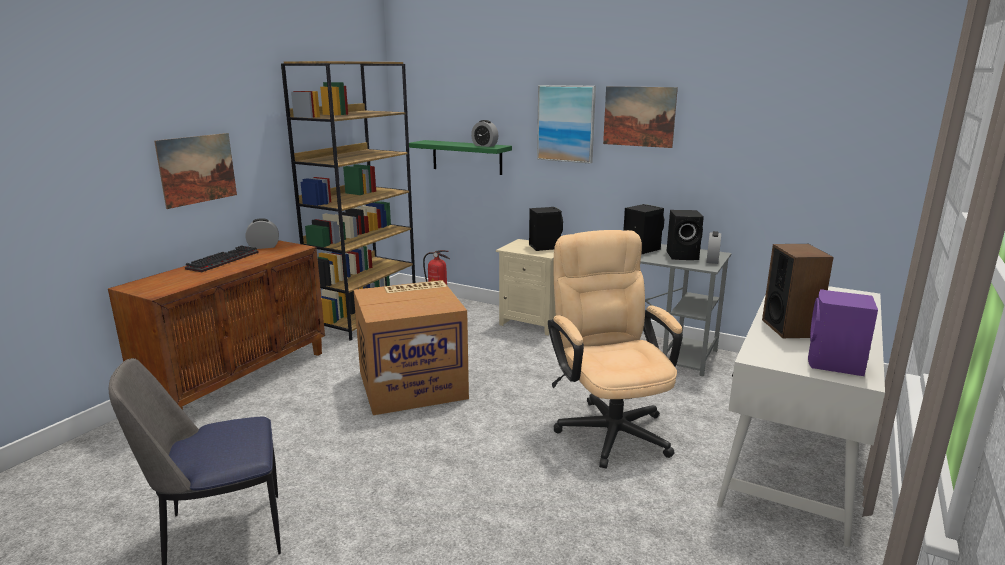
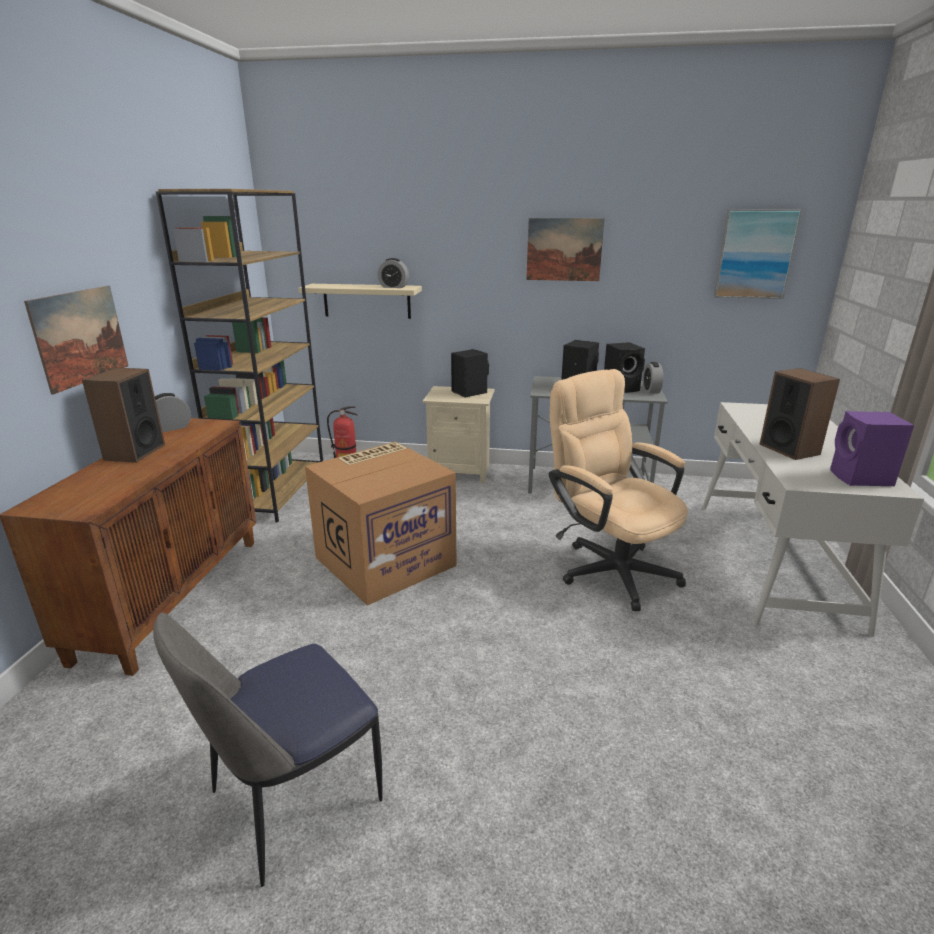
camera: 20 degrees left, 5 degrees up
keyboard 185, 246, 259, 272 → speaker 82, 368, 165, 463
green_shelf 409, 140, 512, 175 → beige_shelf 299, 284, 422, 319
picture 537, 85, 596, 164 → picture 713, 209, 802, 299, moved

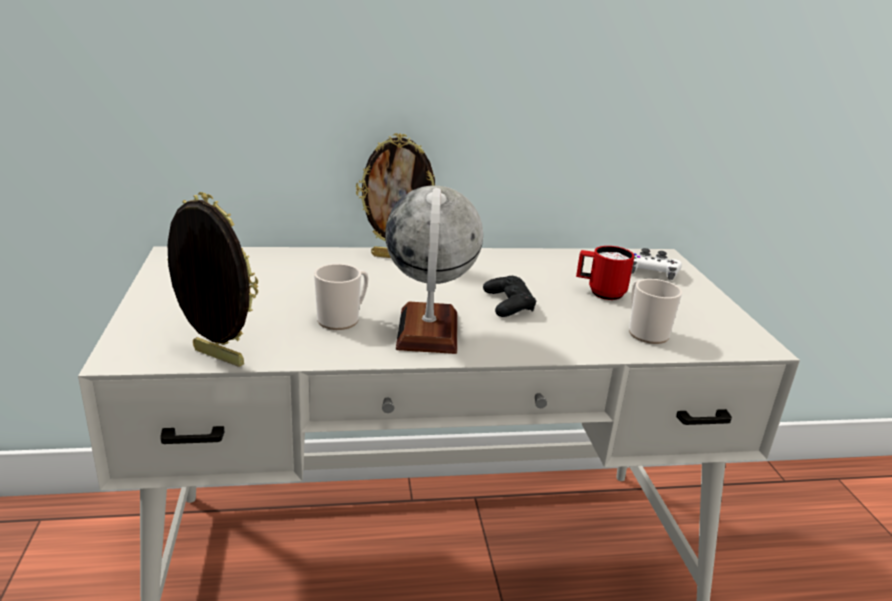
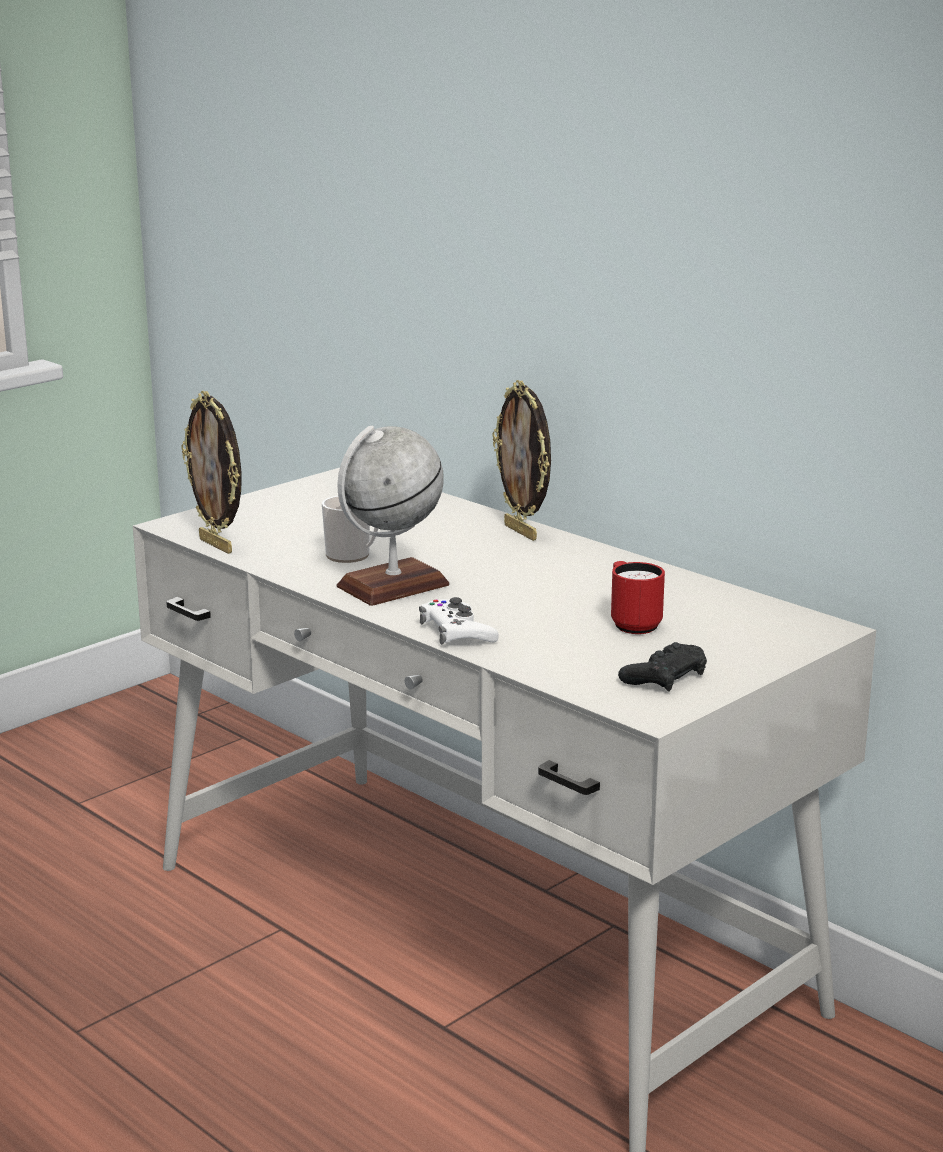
camera: 55 degrees right, 5 degrees down
picture_frame 167, 192, 258, 367 → picture_frame 181, 391, 242, 554, 150 degrees clockwise
black_game_controller 483, 276, 536, 317 → black_game_controller 618, 642, 707, 692, moved
mug 629, 279, 682, 344 → -
white_game_controller 631, 248, 682, 280 → white_game_controller 419, 597, 498, 645, moved

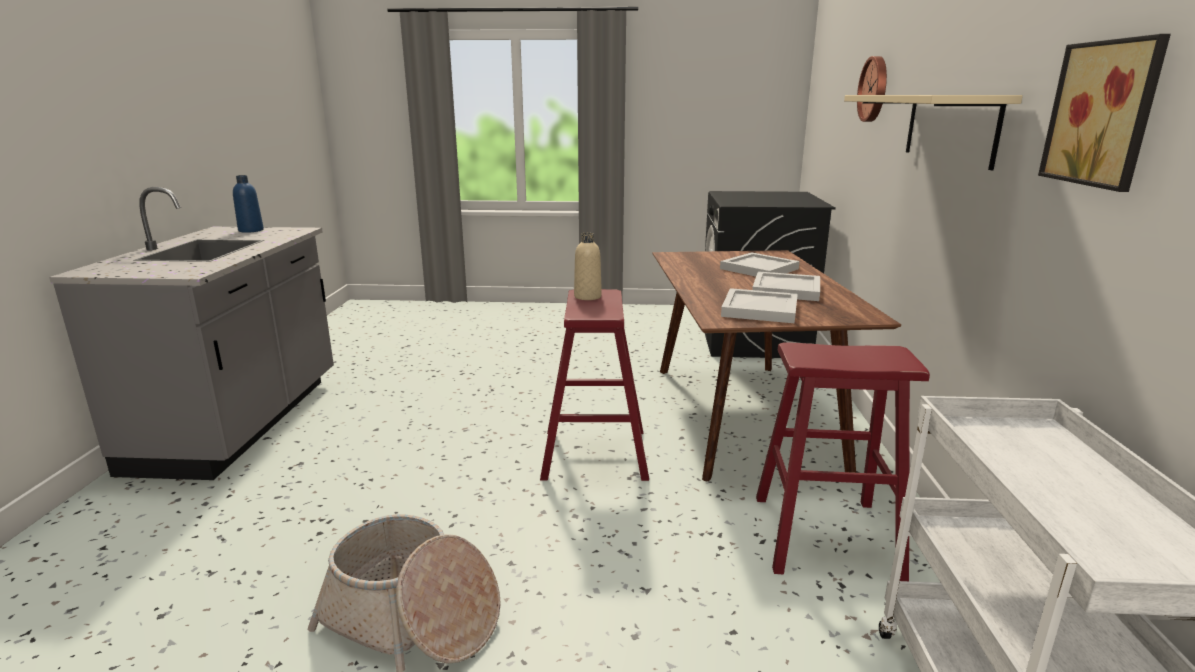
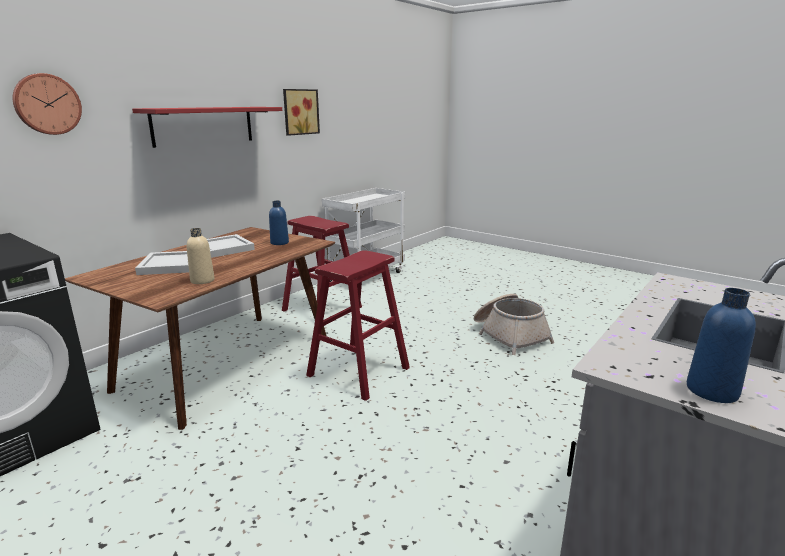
camera: 145 degrees left, 0 degrees up
beige_bottle 574, 232, 602, 300 → beige_bottle 187, 228, 214, 284, moved
white_tray 721, 288, 798, 324 → blue_bottle 269, 201, 289, 245
beige_shelf 844, 95, 1023, 170 → red_shelf 132, 107, 282, 148

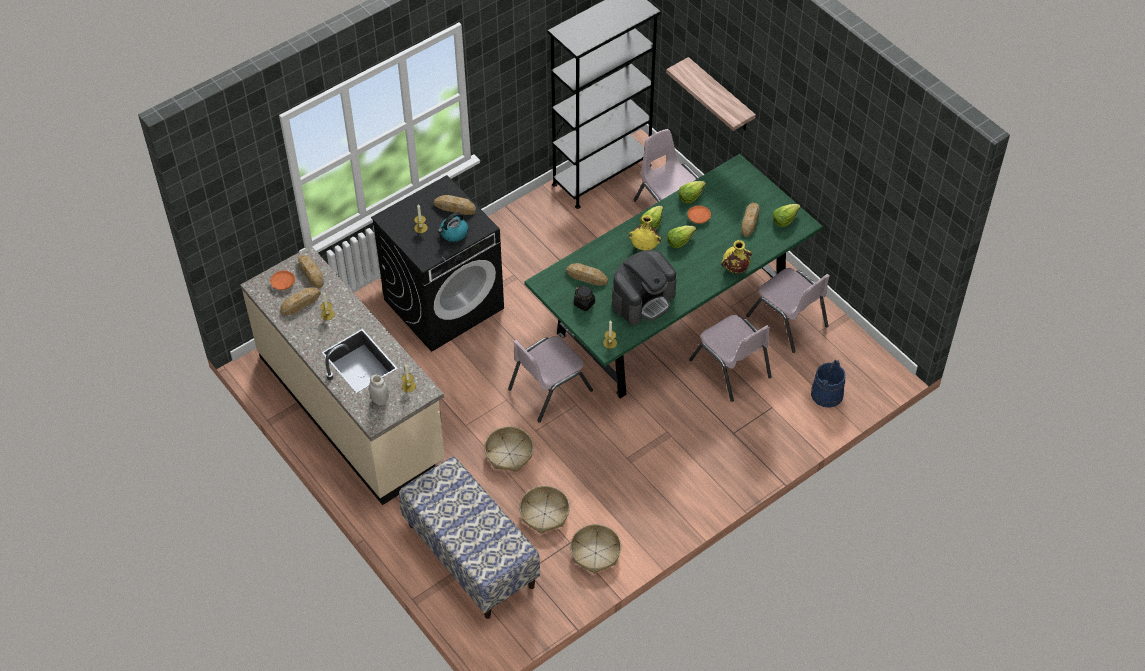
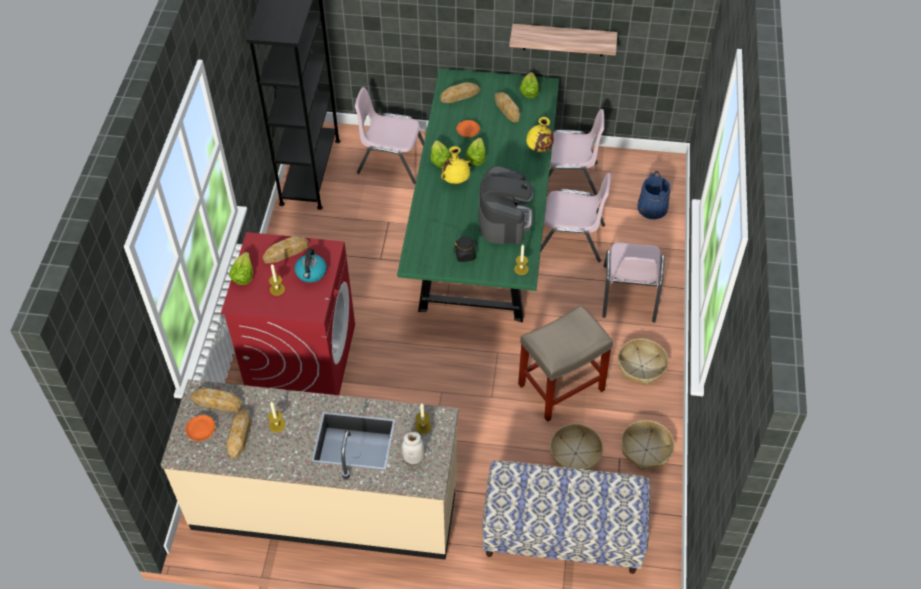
camera: 45 degrees left, 0 degrees up
black_washing_machine 371, 175, 504, 352 → red_washing_machine 221, 232, 355, 395
basket 484, 426, 534, 472 → basket 618, 338, 668, 386, moved
pink_chair 508, 336, 593, 422 → pink_chair 602, 242, 665, 323, moved
bread 566, 263, 608, 286 → bread 440, 82, 480, 103, moved
shelf 666, 57, 756, 131 → shelf 509, 24, 618, 56, moved
lettuce 678, 181, 706, 204 → lettuce 229, 252, 253, 285, moved
- → beige_stool 518, 305, 613, 422

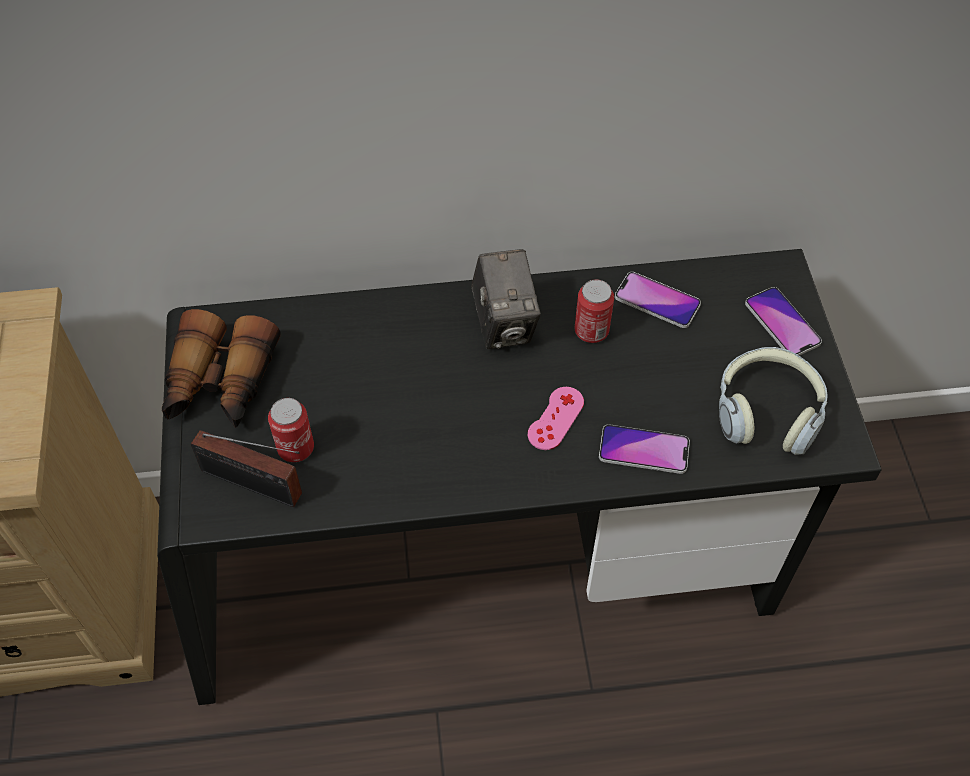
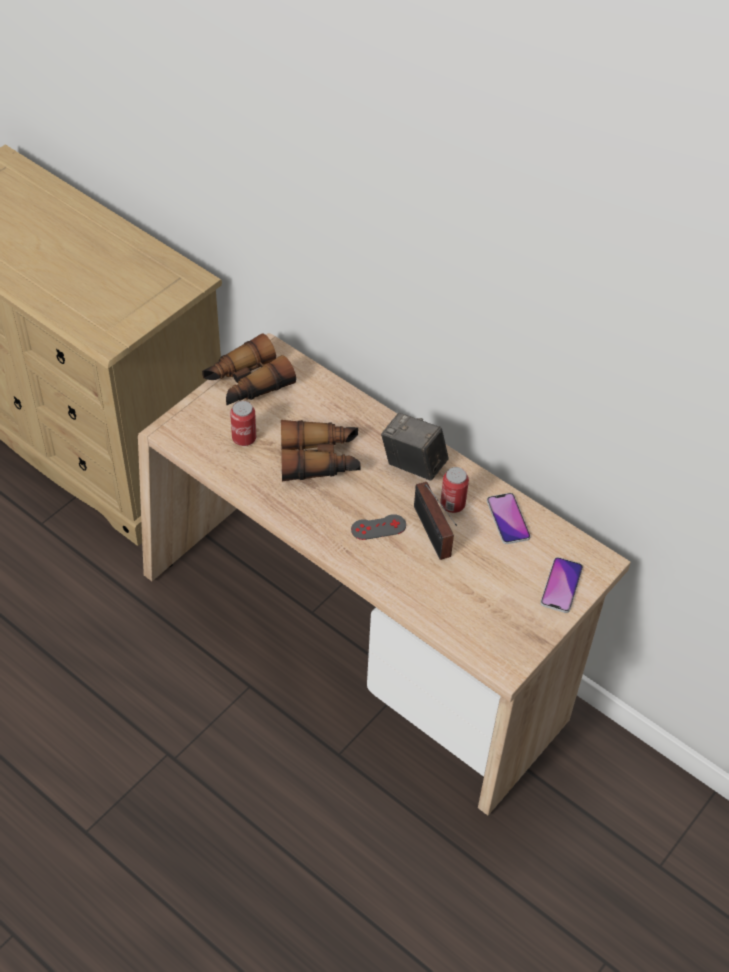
camera: 45 degrees right, 5 degrees down
black_desk 157, 249, 882, 705 → beige_desk 138, 333, 631, 815
radio 191, 430, 302, 507 → radio 414, 482, 457, 560, moved
photo_camera 471, 249, 541, 349 → photo_camera 381, 413, 449, 481, 90 degrees clockwise
pink_game_controller 528, 387, 584, 450 → grey_game_controller 351, 514, 406, 540
phone 599, 424, 690, 474 → -
headphones 719, 347, 828, 455 → -
- → binoculars 281, 420, 361, 481

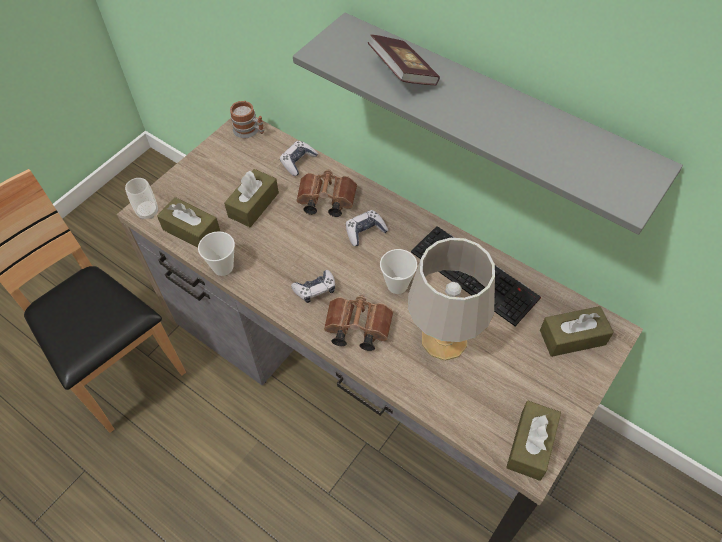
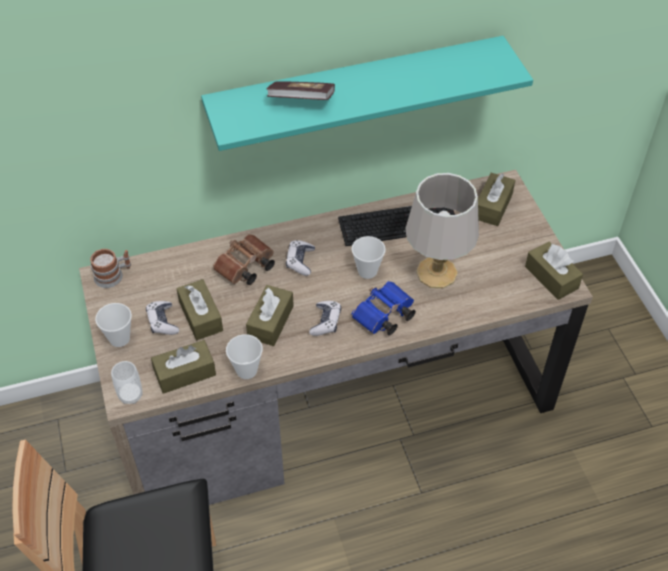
camera: 55 degrees left, 5 degrees down
game_controller 280, 141, 318, 176 → game_controller 146, 301, 179, 335, moved
grey_shelf 293, 13, 683, 235 → turquoise_shelf 201, 36, 533, 151
brown_binoculars 324, 295, 393, 351 → blue_binoculars 351, 281, 416, 336
- → cup 95, 303, 132, 347
- → brown_tissue_box 246, 285, 294, 346

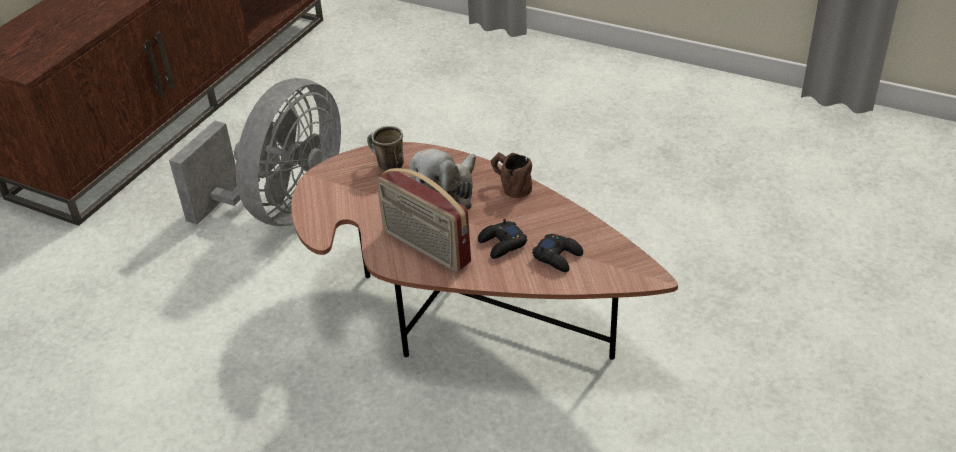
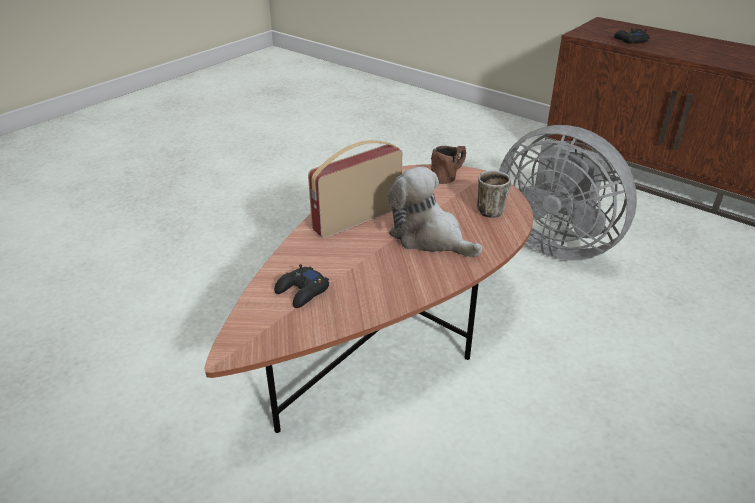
camera: 100 degrees right, 5 degrees down
black_game_controller 478, 219, 527, 259 → black_game_controller 614, 29, 650, 44, moved
brown_mug 491, 152, 532, 198 → brown_mug 431, 146, 466, 184, moved

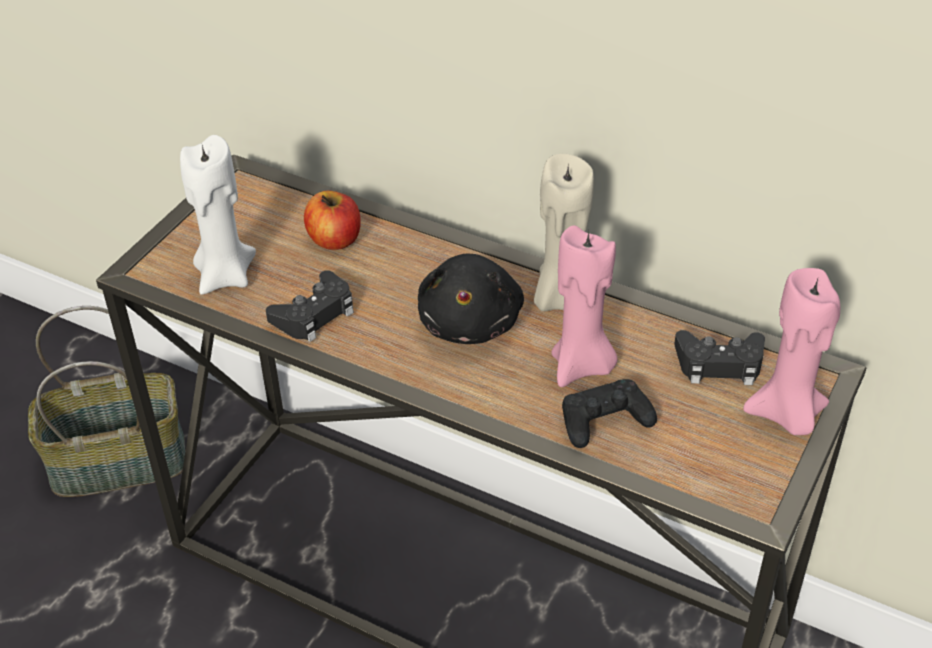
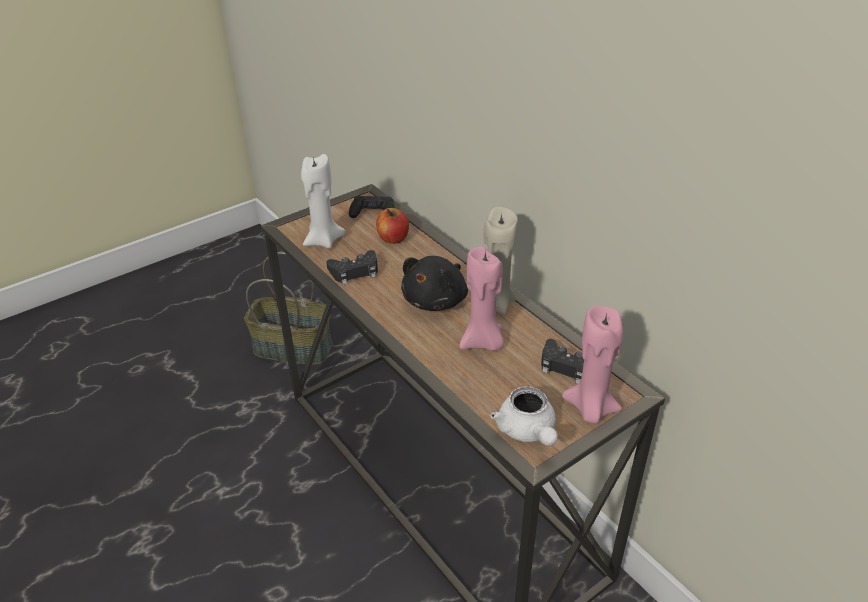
camera: 25 degrees right, 5 degrees down
black_game_controller 562, 379, 657, 448 → black_game_controller 349, 196, 395, 218, moved
- → white_teapot 491, 386, 558, 446

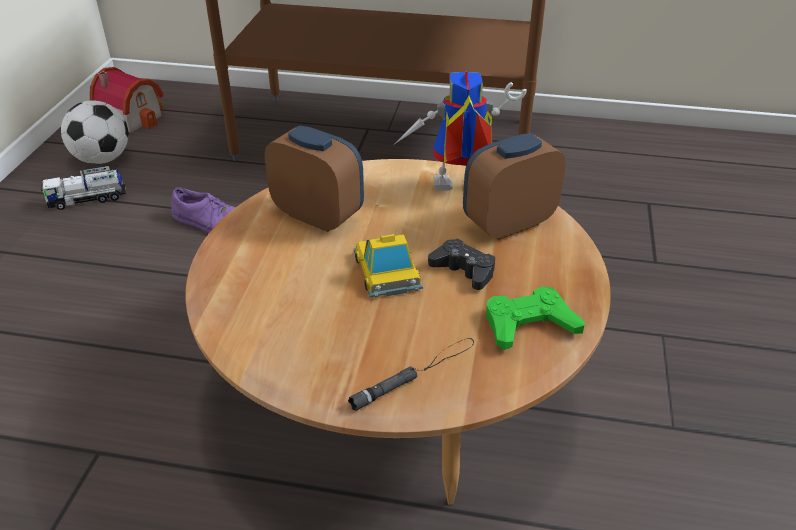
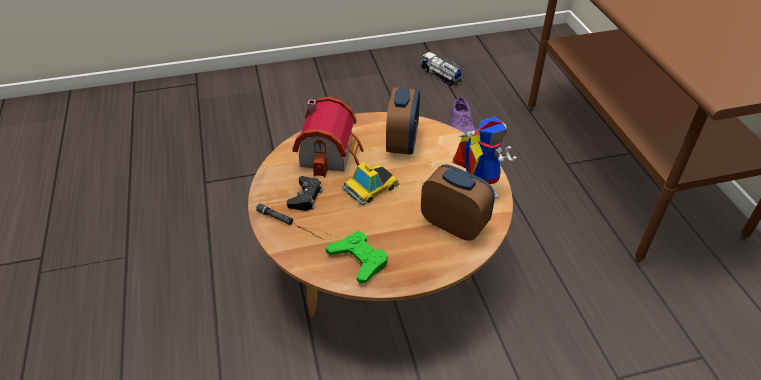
camera: 65 degrees right, 5 degrees up
football 61, 100, 129, 164 → -
toy_house 90, 67, 164, 133 → toy_house 292, 97, 364, 177, moved
black_game_controller 428, 239, 495, 290 → black_game_controller 287, 176, 323, 211, moved

